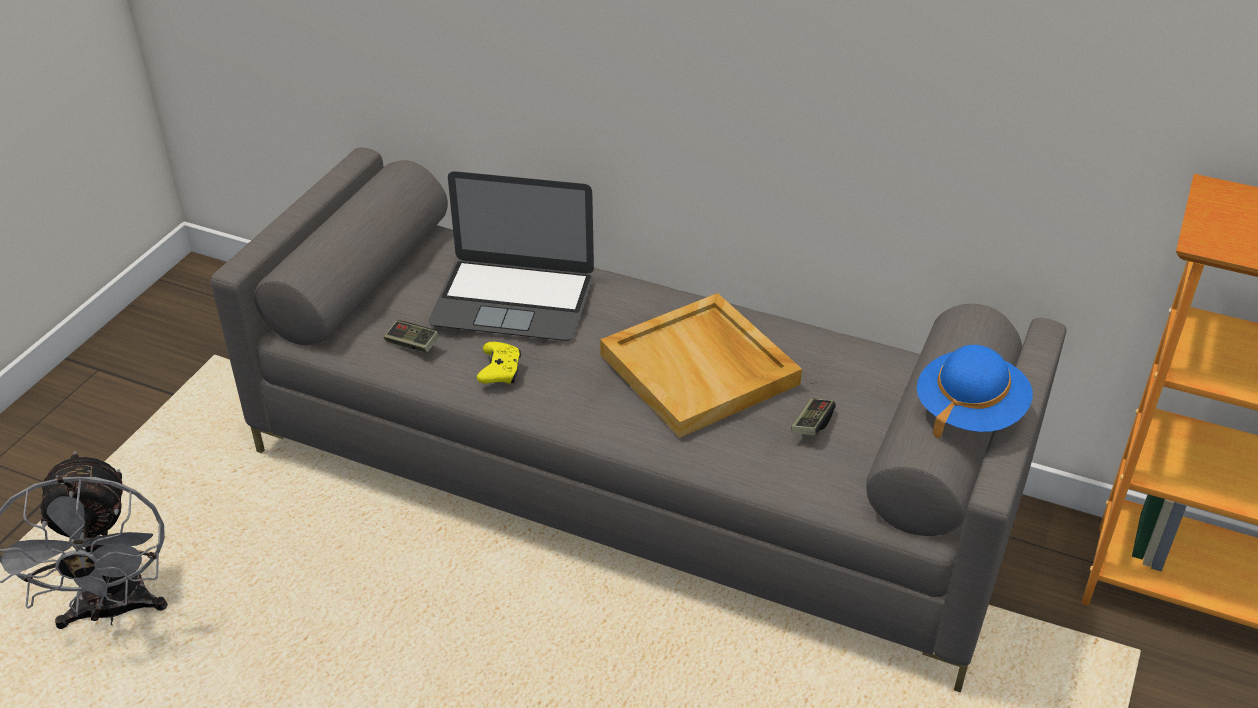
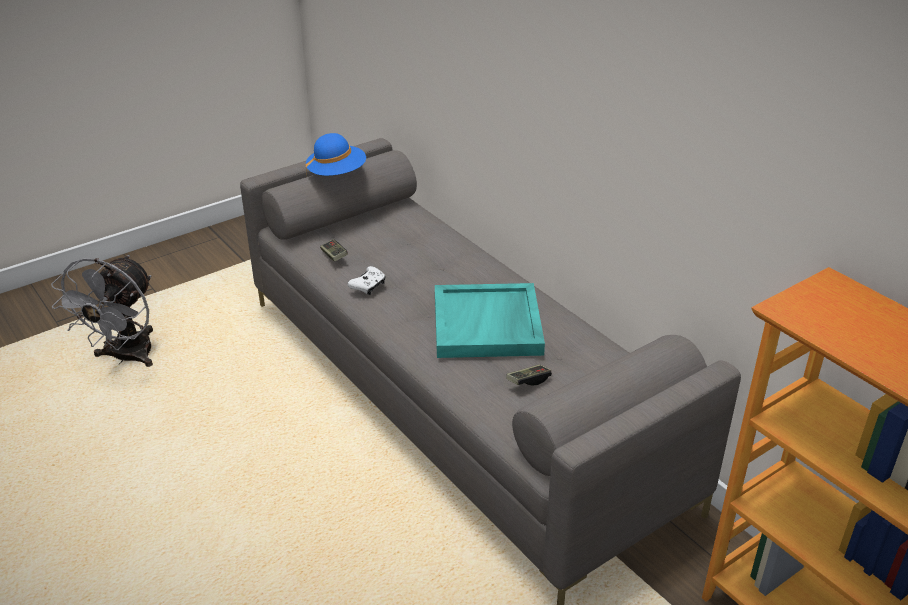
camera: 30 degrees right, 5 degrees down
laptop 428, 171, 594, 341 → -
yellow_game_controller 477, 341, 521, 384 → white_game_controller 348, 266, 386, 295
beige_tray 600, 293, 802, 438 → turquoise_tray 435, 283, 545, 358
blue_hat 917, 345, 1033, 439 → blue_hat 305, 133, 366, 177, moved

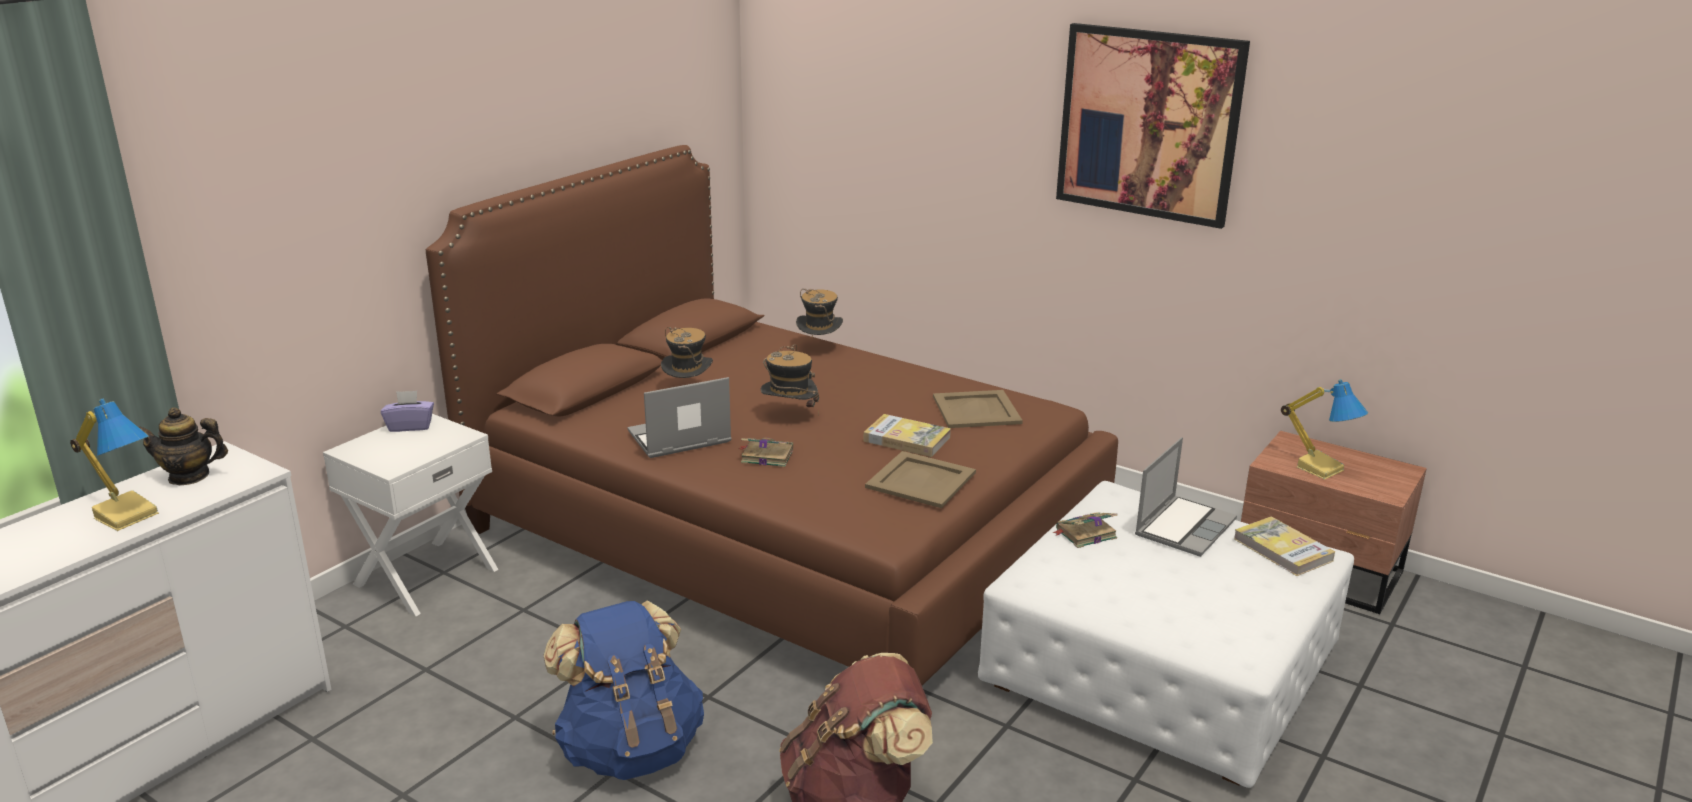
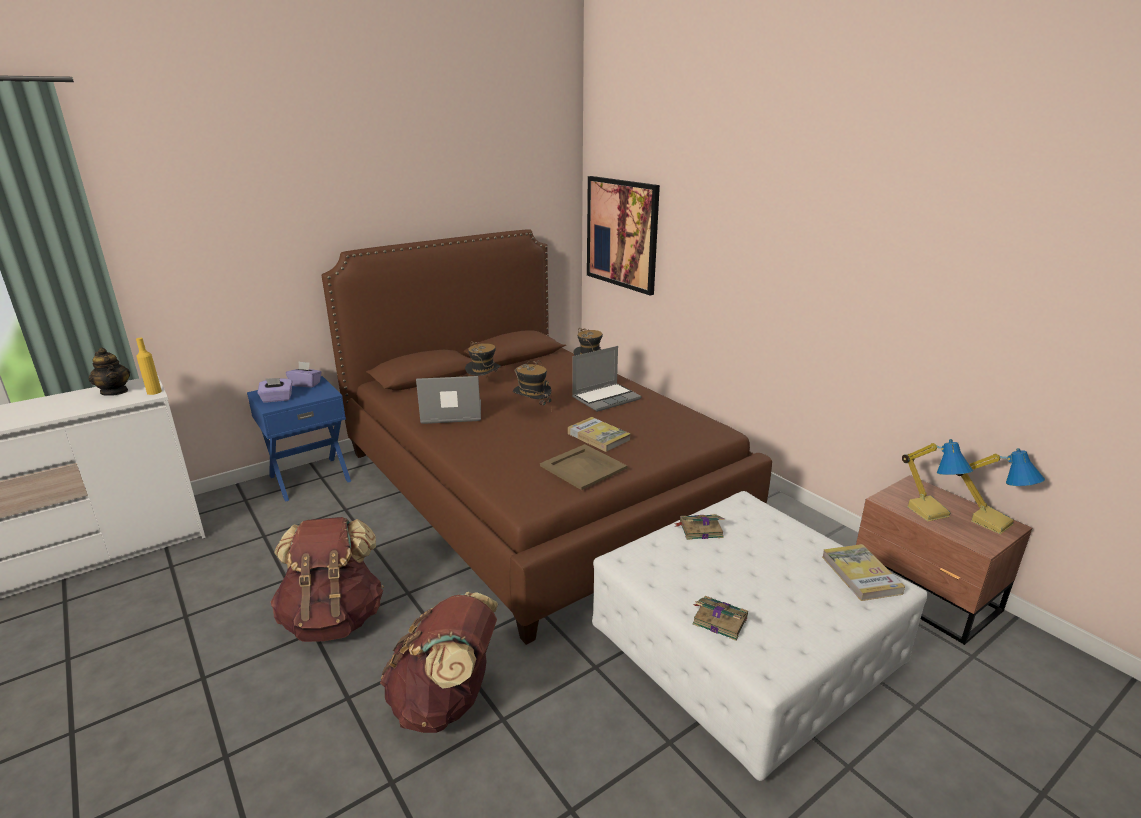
camera: 20 degrees right, 0 degrees up
table_lamp 70, 399, 159, 531 → table_lamp 957, 448, 1045, 534, moved
teapot 139, 407, 228, 485 → teapot 89, 348, 130, 396, 150 degrees counterclockwise
white_nightstand 323, 414, 499, 616 → blue_nightstand 247, 376, 351, 502
blue_backpack 543, 600, 704, 780 → brown_backpack 271, 517, 384, 642
book 739, 438, 793, 467 → book 692, 596, 748, 641, moved
beige_tray 933, 390, 1023, 428 → -
picture 1056, 23, 1250, 229 → picture 587, 176, 660, 295, moved
laptop 1135, 437, 1237, 557 → laptop 572, 346, 642, 412, moved
- → yellow_bottle 136, 338, 162, 395
- → purple_tissue_box 258, 378, 292, 403

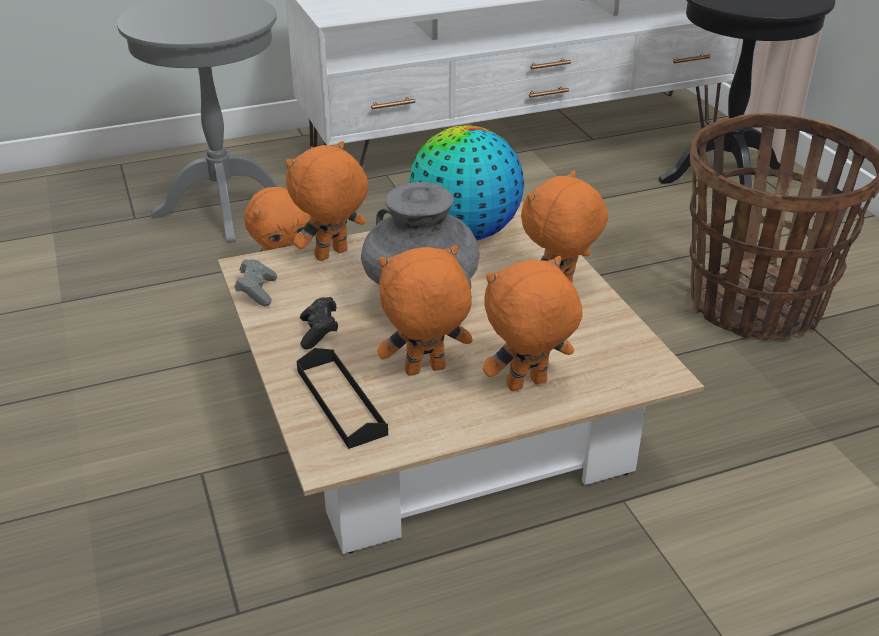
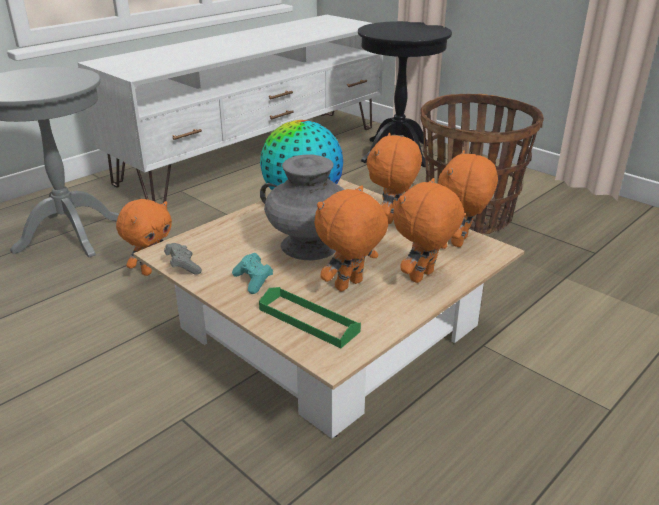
camera: 25 degrees left, 5 degrees down
orange_plush_toy 286, 141, 369, 261 → orange_plush_toy 438, 150, 498, 247, moved
black_tray 297, 348, 388, 449 → green_tray 259, 287, 361, 348
black_game_controller 300, 297, 338, 350 → turquoise_game_controller 232, 253, 273, 294

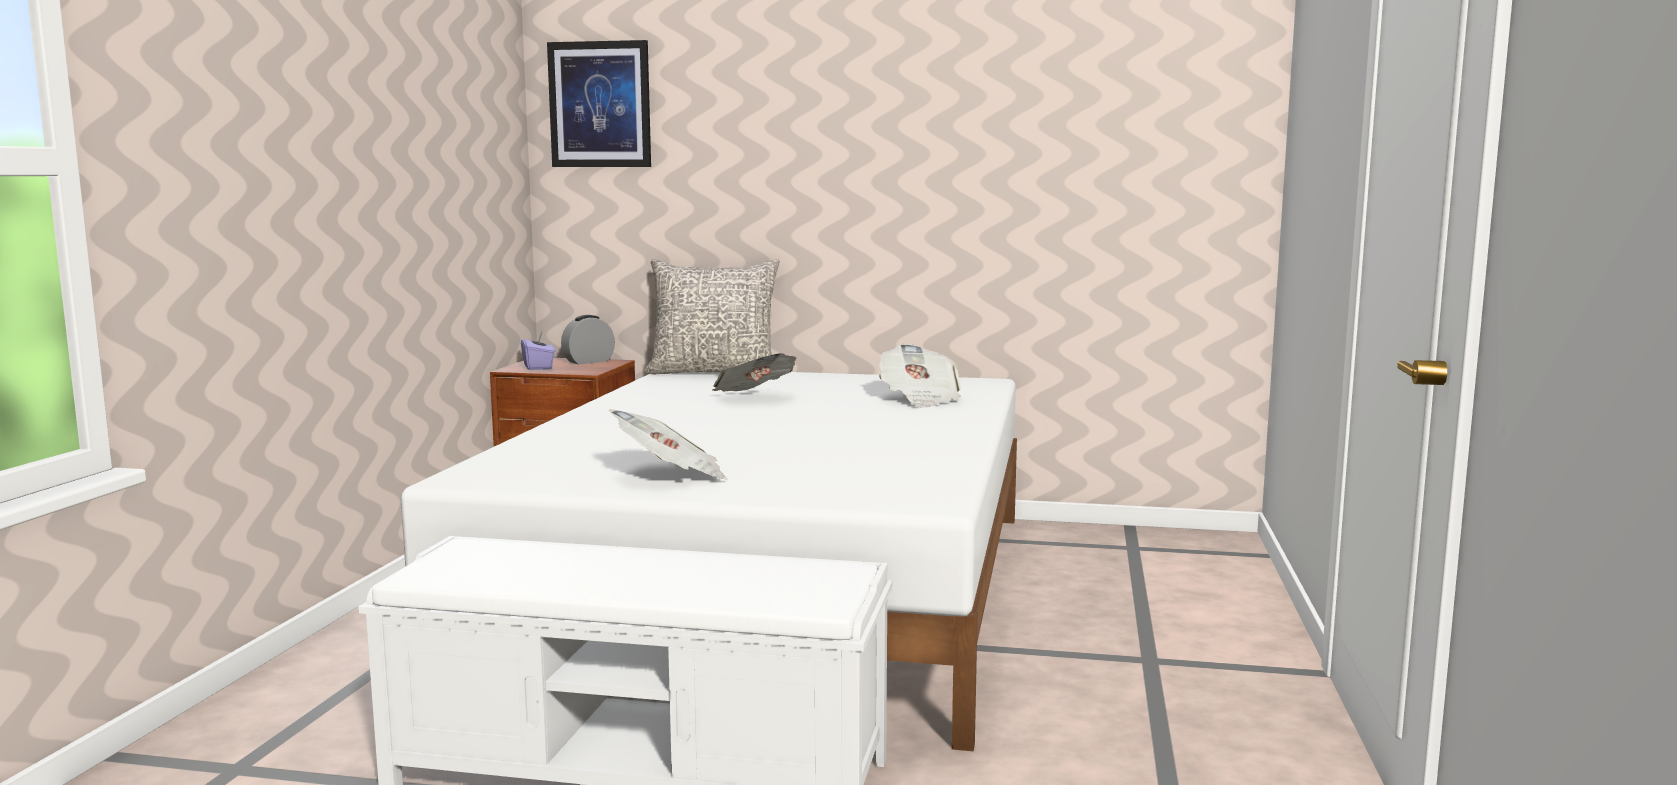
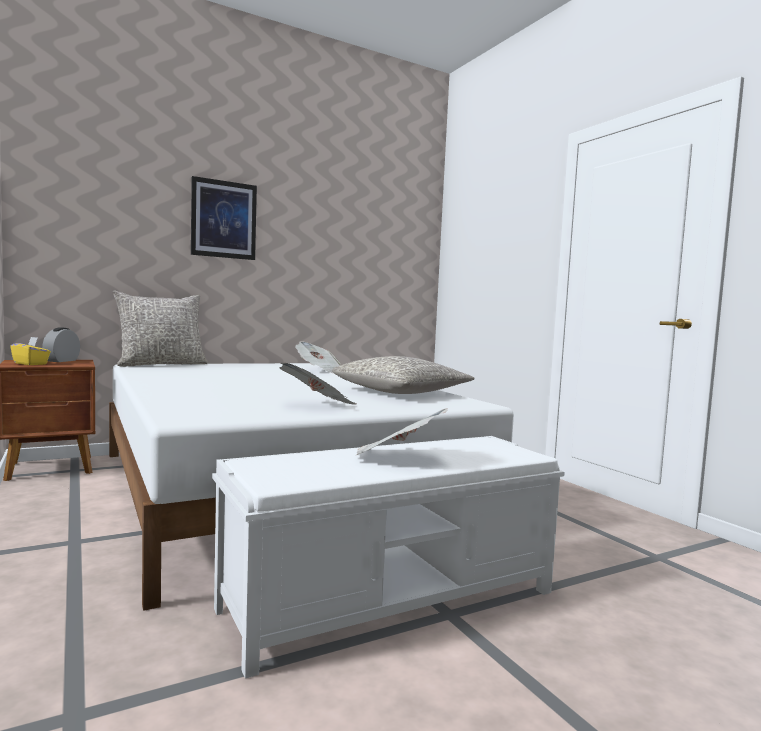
camera: 40 degrees left, 5 degrees down
purple_tissue_box 521, 331, 555, 370 → yellow_tissue_box 10, 337, 51, 365
picture 547, 40, 651, 167 → picture 191, 176, 257, 260, moved
newspaper 712, 353, 797, 392 → newspaper 357, 408, 448, 455, moved
- → grey_pillow 332, 356, 475, 394

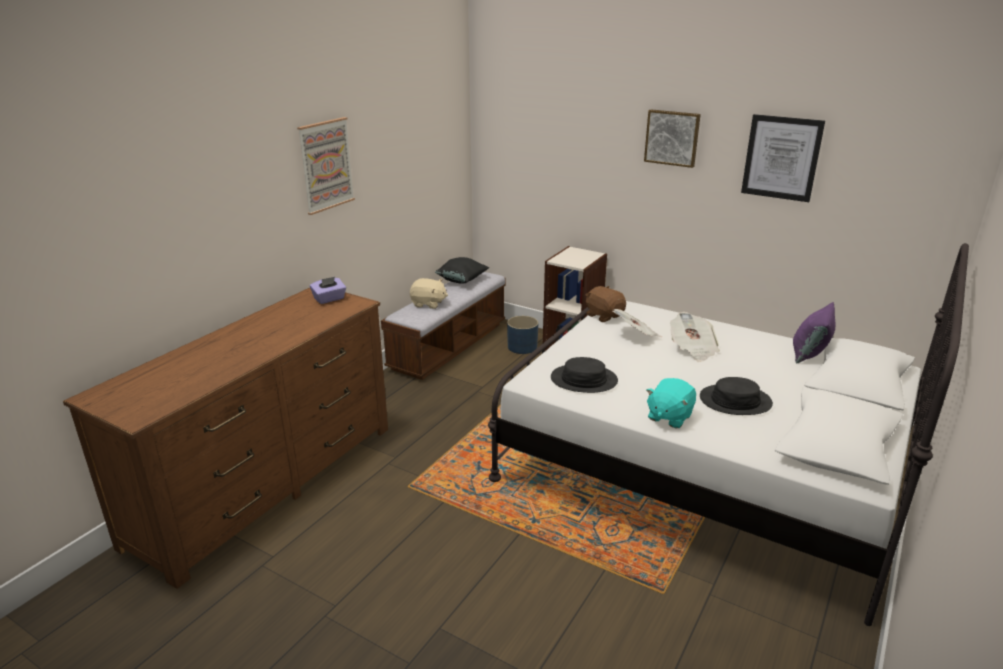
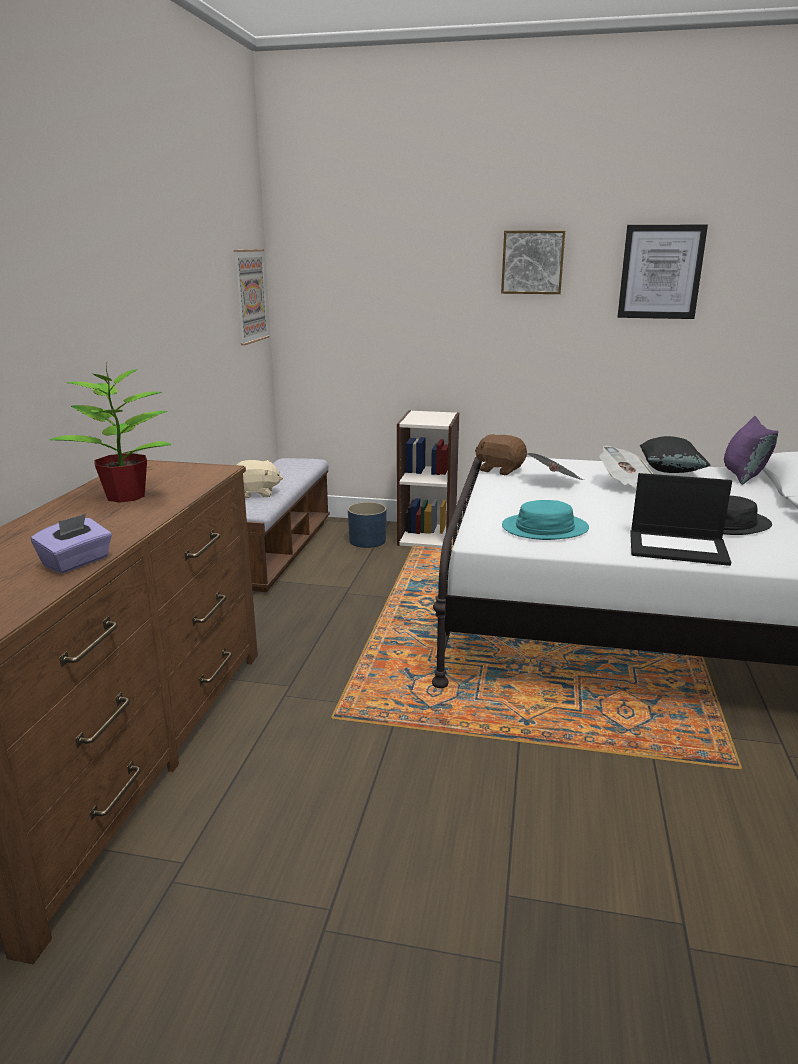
camera: 20 degrees left, 5 degrees down
picture 297, 117, 355, 215 → picture 234, 249, 270, 345, moved
purple_tissue_box 310, 277, 346, 304 → purple_tissue_box 31, 514, 112, 574, moved
black_pillow 435, 257, 489, 284 → black_pillow 639, 436, 711, 473, moved
black_hat 551, 357, 618, 393 → turquoise_hat 502, 500, 589, 540
turquoise_plush_toy 646, 378, 696, 428 → laptop 630, 473, 732, 566
- → potted_plant 50, 363, 171, 503

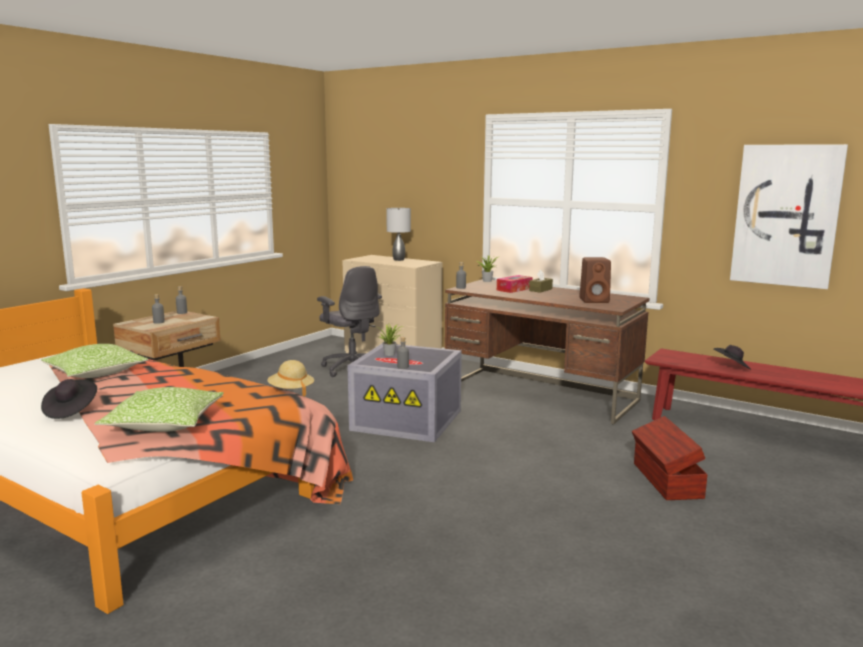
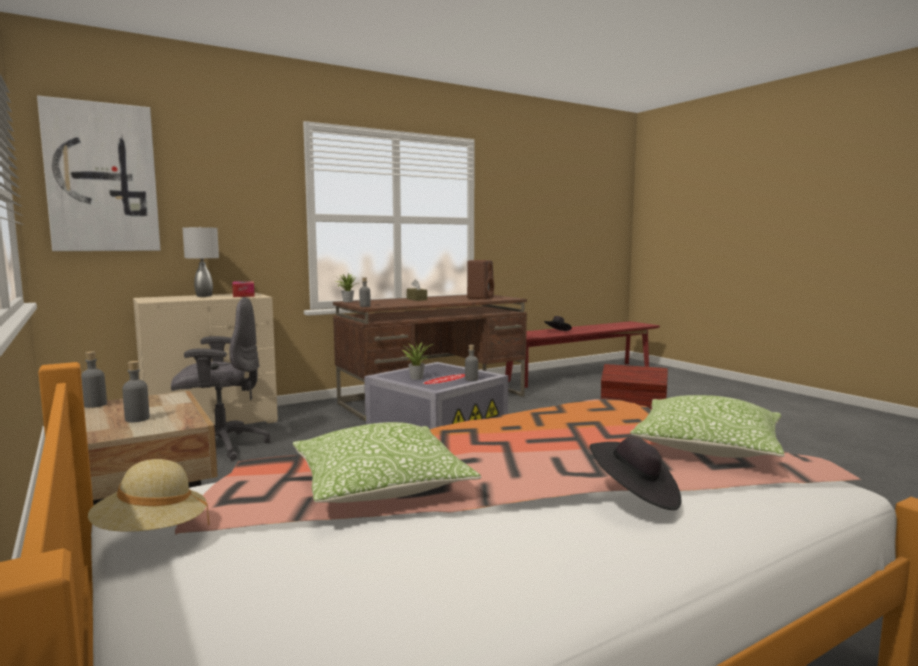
camera: 65 degrees left, 5 degrees down
beige_hat 267, 360, 314, 396 → beige_hat 88, 459, 209, 532, moved
tissue_box 497, 275, 533, 293 → tissue_box 232, 281, 255, 297, moved
picture 730, 144, 848, 289 → picture 37, 95, 161, 251, moved

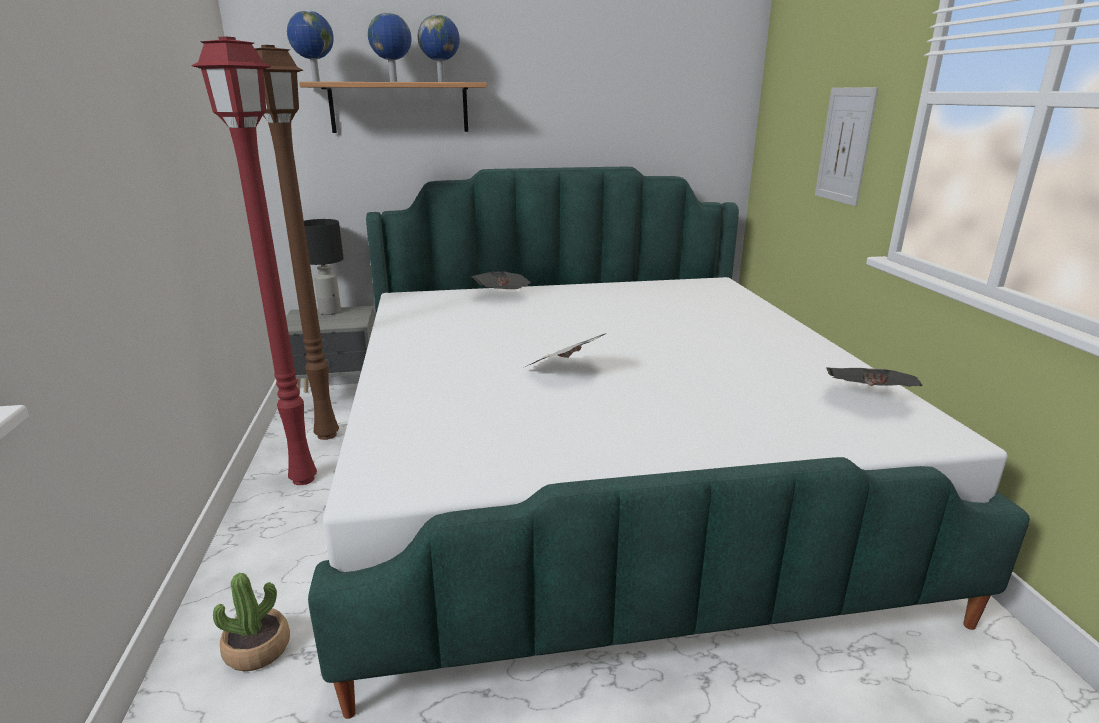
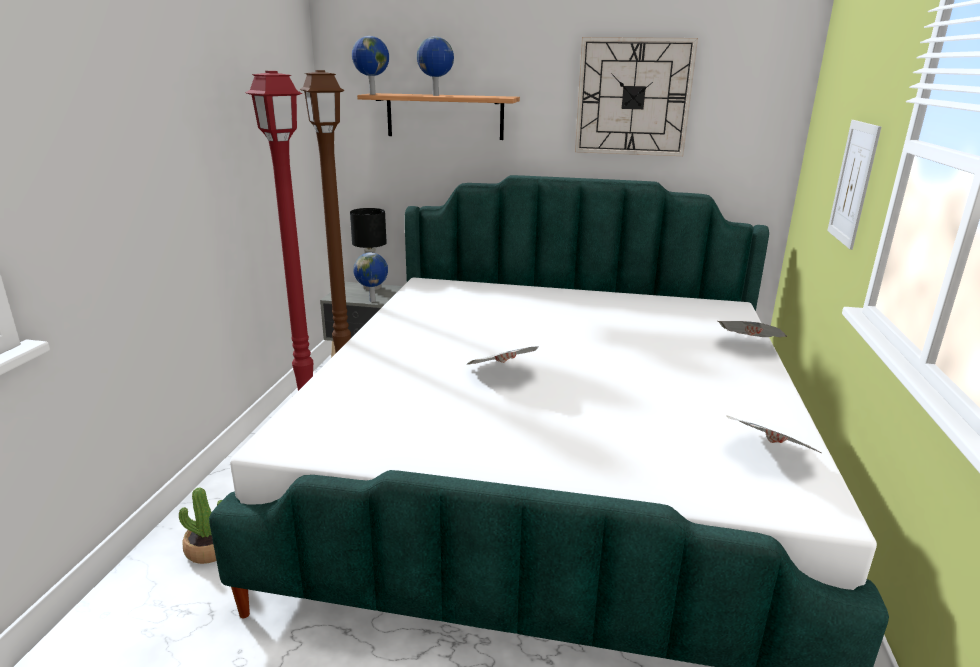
camera: 20 degrees right, 0 degrees up
globe 418, 14, 460, 82 → globe 353, 252, 388, 302, moved
newspaper 472, 271, 531, 289 → newspaper 718, 321, 787, 338, moved
- → wall_clock 575, 37, 698, 156

